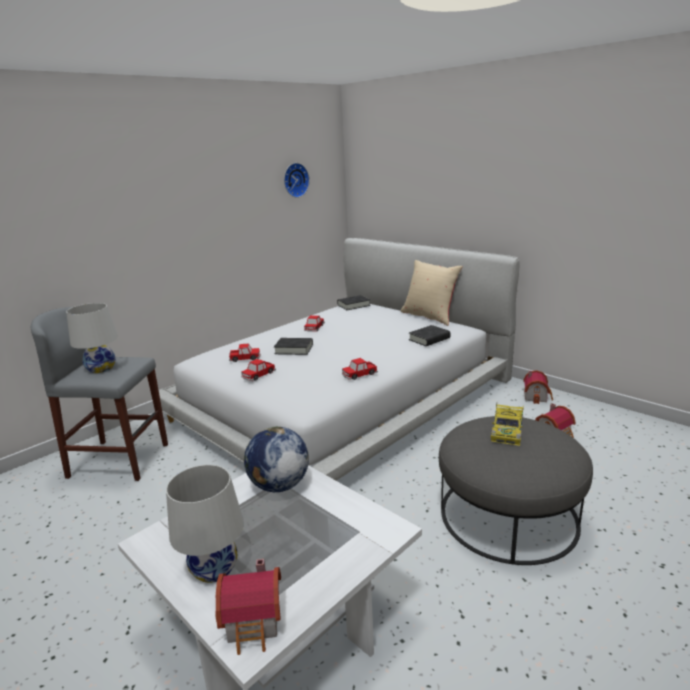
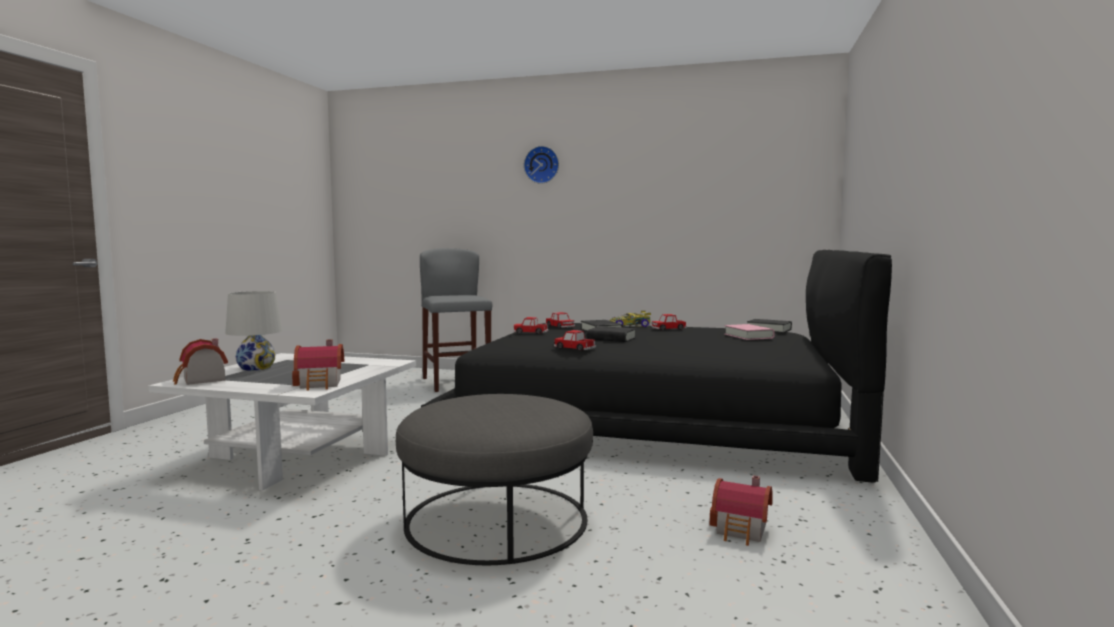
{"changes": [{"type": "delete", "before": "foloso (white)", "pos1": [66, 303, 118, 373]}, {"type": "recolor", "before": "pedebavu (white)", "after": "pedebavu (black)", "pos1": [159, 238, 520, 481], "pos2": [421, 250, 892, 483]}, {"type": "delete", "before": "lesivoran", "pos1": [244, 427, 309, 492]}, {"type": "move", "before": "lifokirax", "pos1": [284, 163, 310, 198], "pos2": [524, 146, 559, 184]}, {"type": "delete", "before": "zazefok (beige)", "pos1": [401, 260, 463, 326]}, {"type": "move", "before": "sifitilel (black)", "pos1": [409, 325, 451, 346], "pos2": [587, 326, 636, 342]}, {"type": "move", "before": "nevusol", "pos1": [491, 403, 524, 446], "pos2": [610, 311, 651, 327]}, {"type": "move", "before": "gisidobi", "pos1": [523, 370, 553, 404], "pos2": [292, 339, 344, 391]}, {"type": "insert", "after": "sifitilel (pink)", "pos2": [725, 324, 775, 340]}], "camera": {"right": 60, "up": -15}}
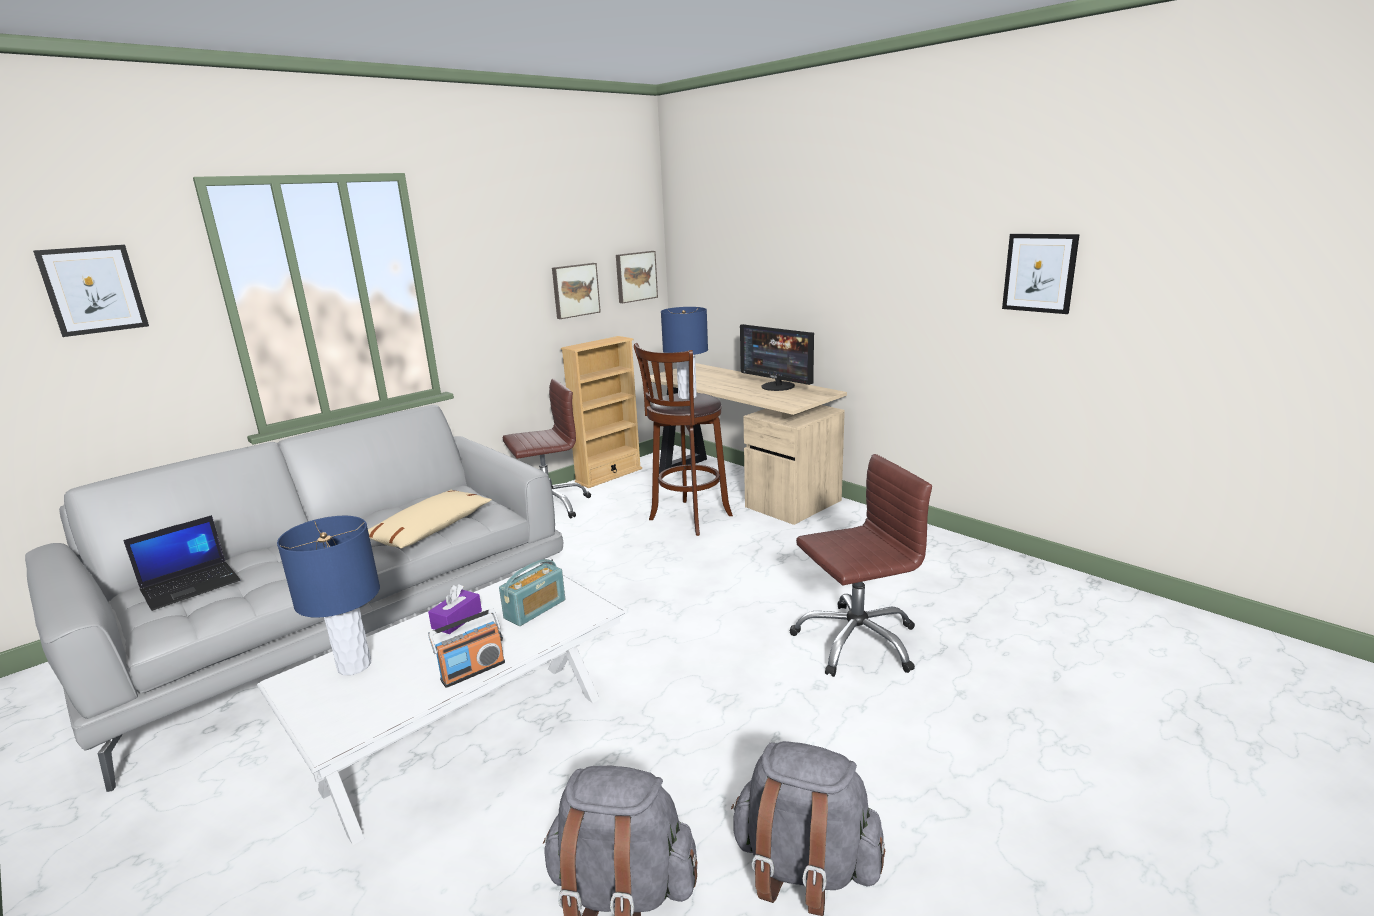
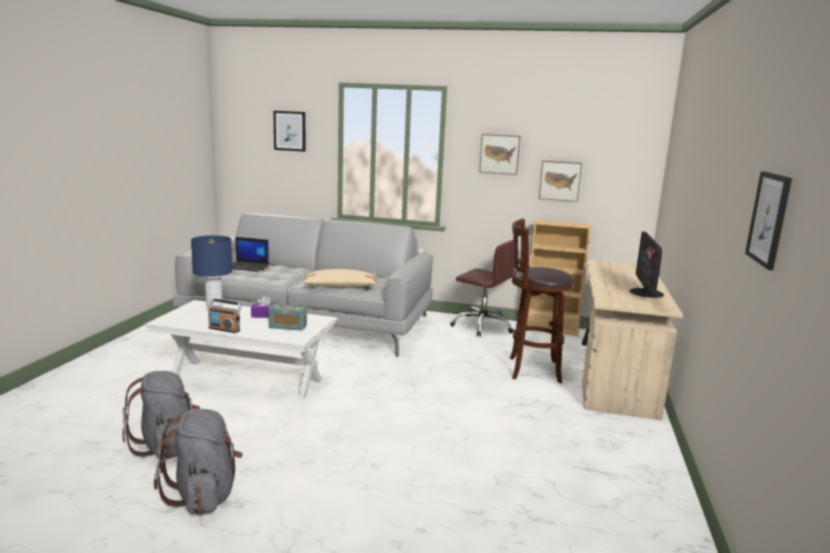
{"changes": [{"type": "move", "before": "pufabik", "pos1": [616, 251, 658, 303], "pos2": [479, 134, 520, 175]}, {"type": "delete", "before": "foloso (blue)", "pos1": [661, 307, 708, 399]}, {"type": "delete", "before": "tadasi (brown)", "pos1": [789, 454, 932, 677]}], "camera": {"right": 55, "up": -5}}
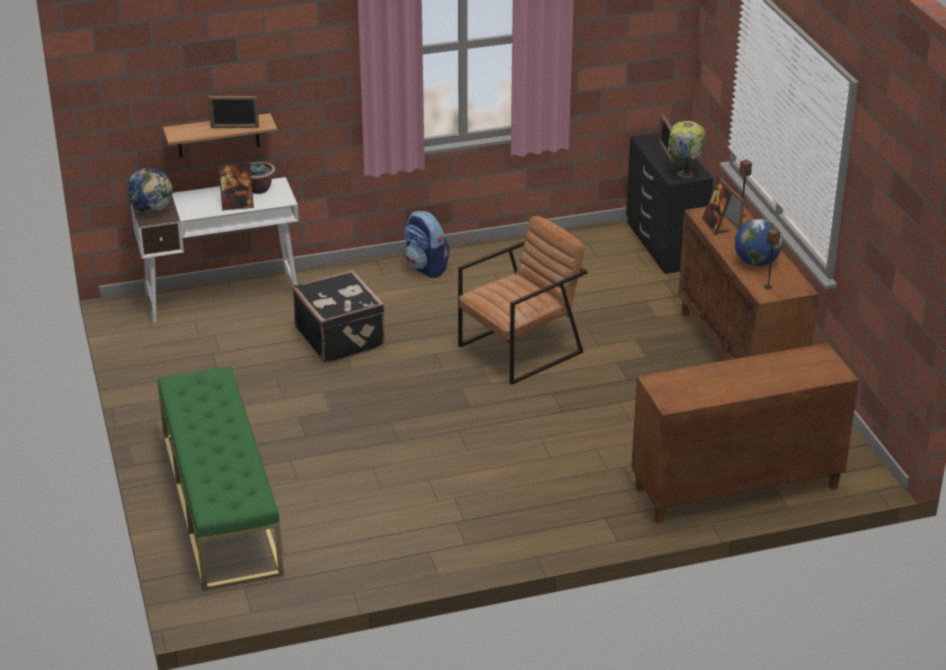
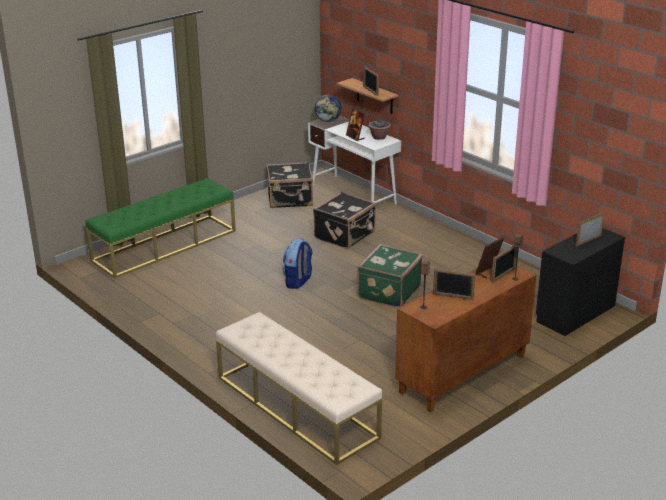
{"changes": [{"type": "move", "before": "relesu", "pos1": [404, 211, 450, 278], "pos2": [282, 238, 313, 289]}, {"type": "replace", "before": "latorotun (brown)", "after": "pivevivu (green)", "pos1": [458, 216, 588, 385], "pos2": [357, 244, 423, 308]}, {"type": "replace", "before": "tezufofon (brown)", "after": "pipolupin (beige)", "pos1": [631, 343, 859, 524], "pos2": [216, 312, 382, 465]}, {"type": "delete", "before": "foloso", "pos1": [668, 121, 706, 178]}, {"type": "replace", "before": "lesivoran", "after": "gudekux", "pos1": [735, 219, 783, 266], "pos2": [433, 268, 475, 300]}, {"type": "insert", "after": "pivevivu (black)", "pos2": [266, 162, 313, 208]}], "camera": {"right": 65, "up": -5}}
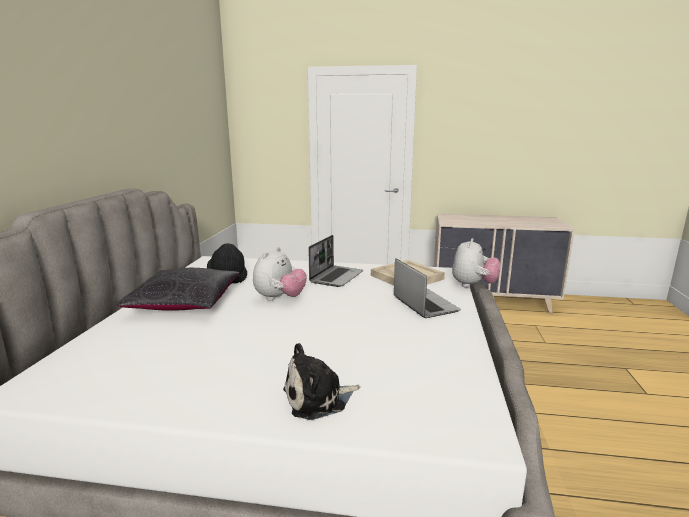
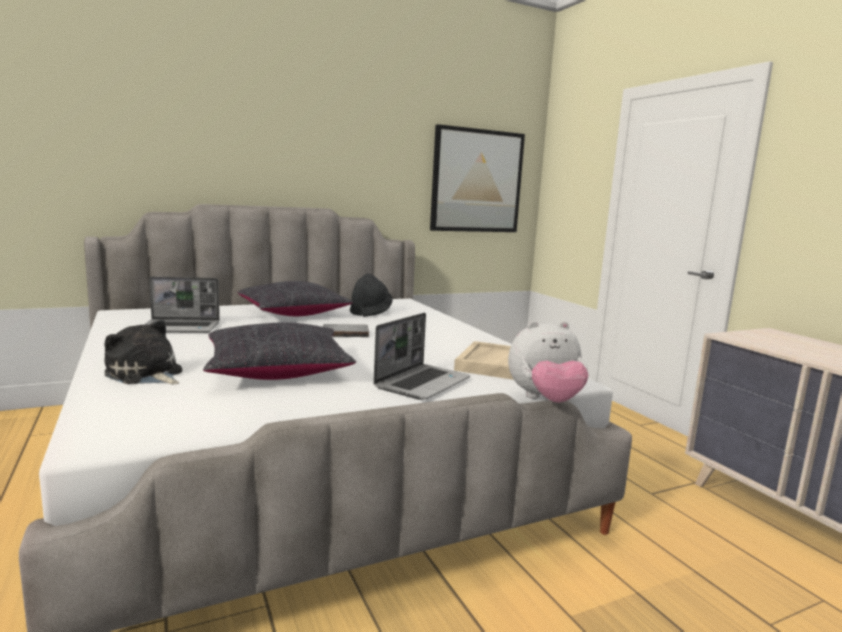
{"changes": [{"type": "replace", "before": "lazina", "after": "sifitilel (grey)", "pos1": [253, 247, 307, 301], "pos2": [323, 324, 369, 337]}, {"type": "move", "before": "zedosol", "pos1": [308, 235, 363, 287], "pos2": [144, 276, 220, 333]}, {"type": "insert", "after": "zazefok (black)", "pos2": [203, 322, 356, 380]}, {"type": "insert", "after": "pufabik", "pos2": [430, 124, 525, 232]}], "camera": {"right": 55, "up": -5}}
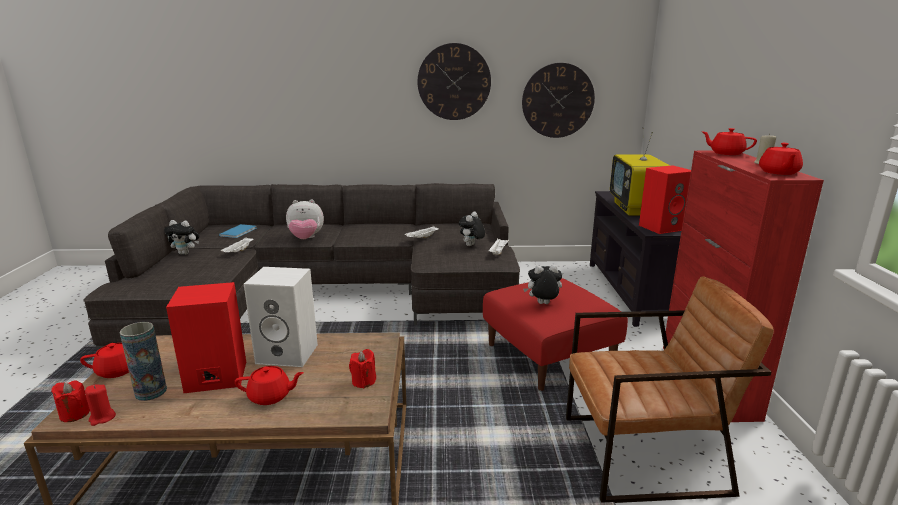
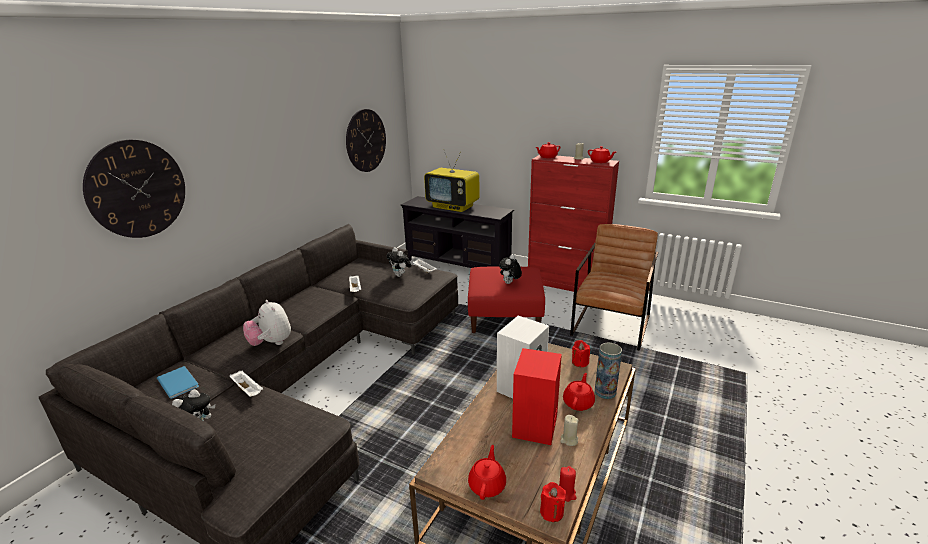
{"changes": [{"type": "move", "before": "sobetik", "pos1": [119, 322, 167, 401], "pos2": [595, 343, 622, 399]}, {"type": "rotate", "before": "lazina", "pos1": [286, 199, 324, 239], "pos2": [243, 300, 291, 346], "turn": 120}, {"type": "move", "before": "lifokirax", "pos1": [418, 43, 491, 120], "pos2": [83, 140, 185, 238]}, {"type": "delete", "before": "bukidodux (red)", "pos1": [639, 165, 691, 234]}, {"type": "insert", "after": "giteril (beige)", "pos2": [560, 415, 579, 446]}], "camera": {"right": -60, "up": 5}}
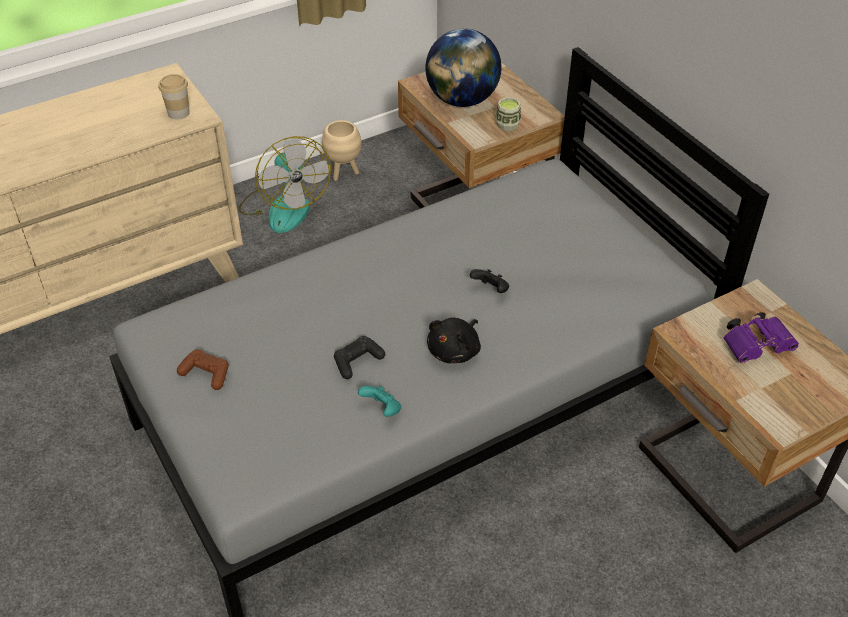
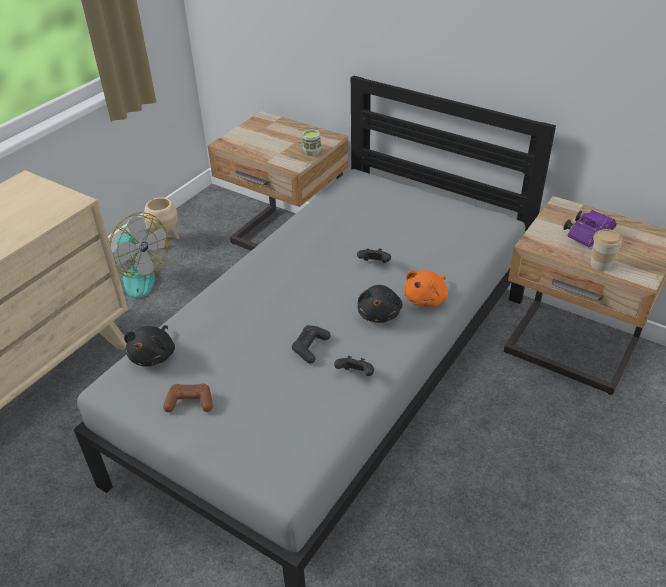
{"changes": [{"type": "move", "before": "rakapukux", "pos1": [158, 74, 190, 119], "pos2": [590, 229, 622, 271]}, {"type": "recolor", "before": "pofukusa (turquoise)", "after": "pofukusa (black)", "pos1": [358, 386, 401, 417], "pos2": [334, 356, 374, 376]}, {"type": "delete", "before": "lesivoran", "pos1": [425, 29, 502, 107]}, {"type": "insert", "after": "lazina (black)", "pos2": [124, 325, 175, 366]}, {"type": "insert", "after": "lazina (orange)", "pos2": [404, 270, 448, 307]}], "camera": {"right": -25, "up": -5}}
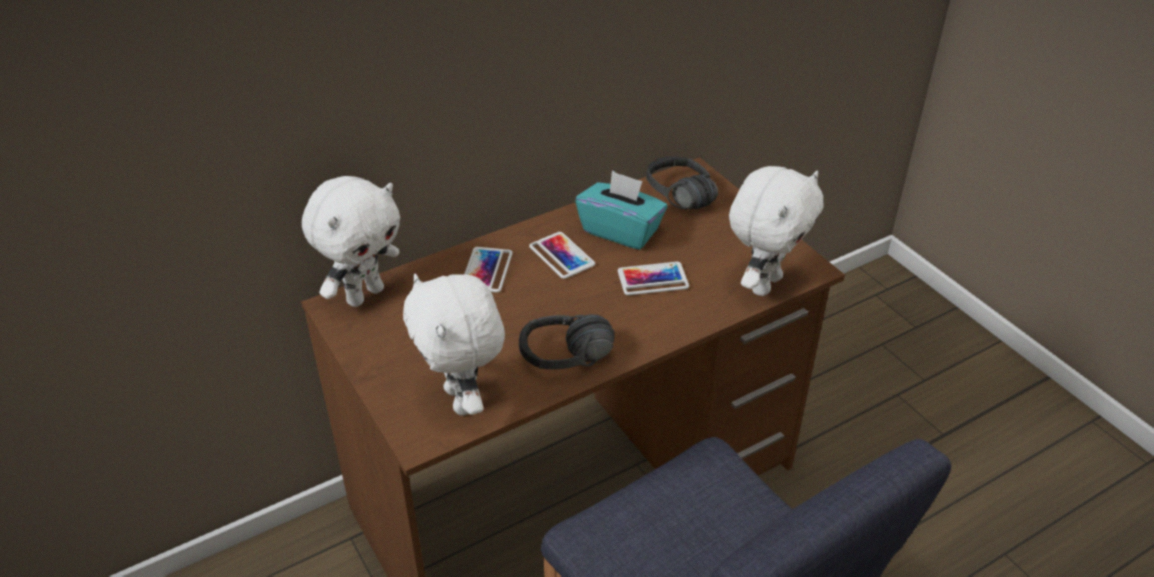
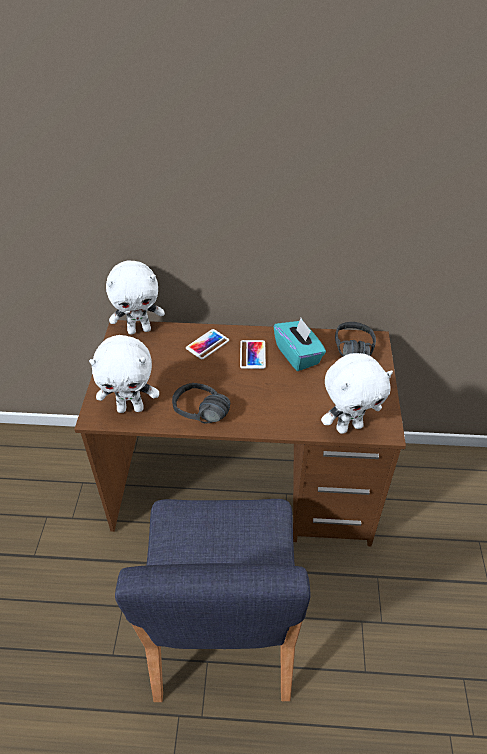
{"changes": [{"type": "rotate", "before": "lazina (white)", "pos1": [403, 274, 505, 416], "pos2": [89, 335, 159, 413], "turn": -105}, {"type": "delete", "before": "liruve", "pos1": [618, 262, 689, 295]}], "camera": {"right": 35, "up": 5}}
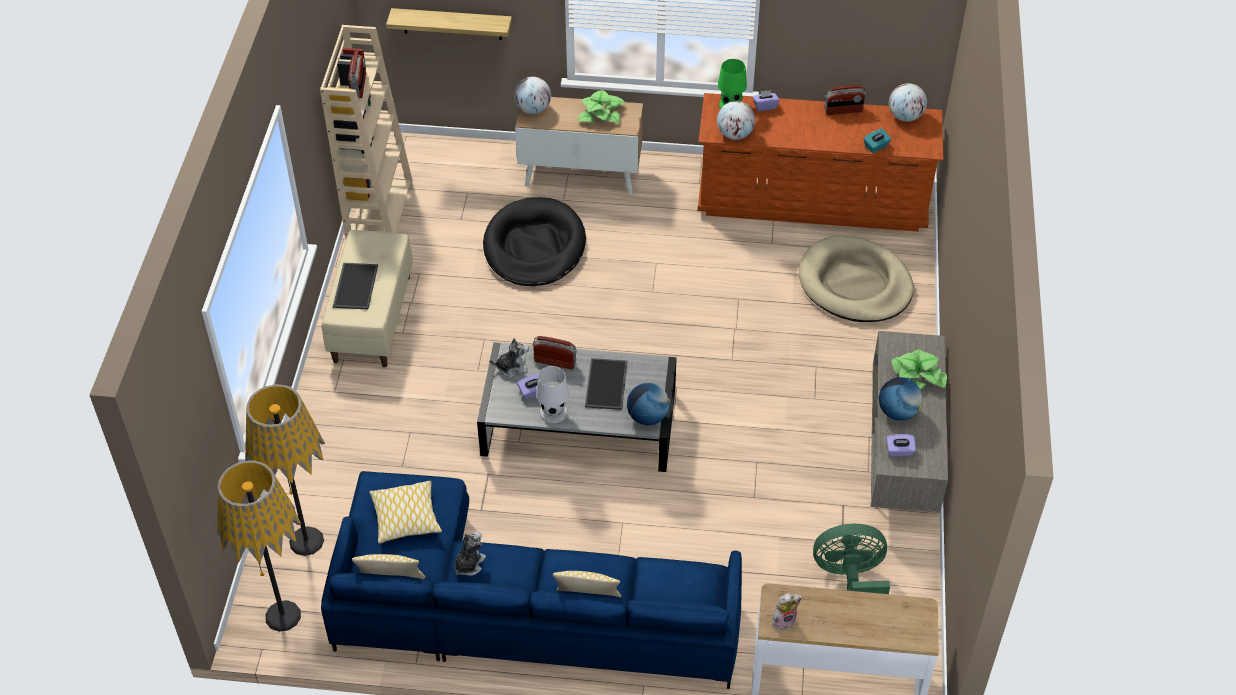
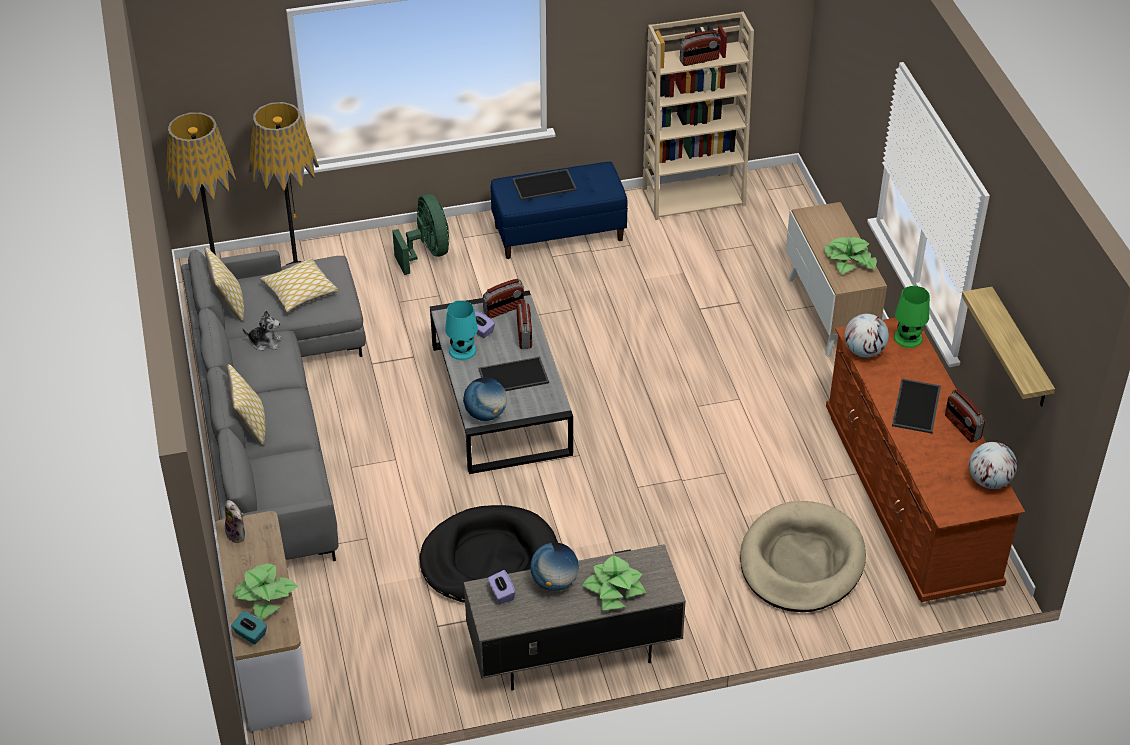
{"changes": [{"type": "recolor", "before": "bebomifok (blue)", "after": "bebomifok (grey)", "pos1": [321, 471, 742, 689], "pos2": [181, 250, 366, 561]}, {"type": "recolor", "before": "pipolupin (beige)", "after": "pipolupin (blue)", "pos1": [322, 230, 413, 367], "pos2": [491, 162, 628, 259]}, {"type": "move", "before": "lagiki", "pos1": [386, 8, 512, 40], "pos2": [962, 287, 1055, 406]}, {"type": "move", "before": "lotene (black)", "pos1": [483, 197, 586, 286], "pos2": [420, 505, 558, 603]}, {"type": "replace", "before": "lazina", "after": "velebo", "pos1": [490, 338, 529, 377], "pos2": [483, 279, 524, 319]}, {"type": "delete", "before": "lesivoran", "pos1": [514, 77, 551, 114]}, {"type": "recolor", "before": "foloso (white)", "after": "foloso (turquoise)", "pos1": [536, 366, 569, 423], "pos2": [445, 301, 478, 360]}, {"type": "delete", "before": "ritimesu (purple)", "pos1": [753, 90, 779, 111]}, {"type": "move", "before": "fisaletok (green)", "pos1": [813, 524, 890, 594], "pos2": [392, 194, 449, 275]}, {"type": "move", "before": "ritimesu (turquoise)", "pos1": [864, 129, 891, 153], "pos2": [231, 611, 267, 644]}, {"type": "insert", "after": "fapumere", "pos2": [232, 564, 298, 620]}, {"type": "insert", "after": "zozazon", "pos2": [892, 379, 941, 434]}], "camera": {"right": 70, "up": -5}}
